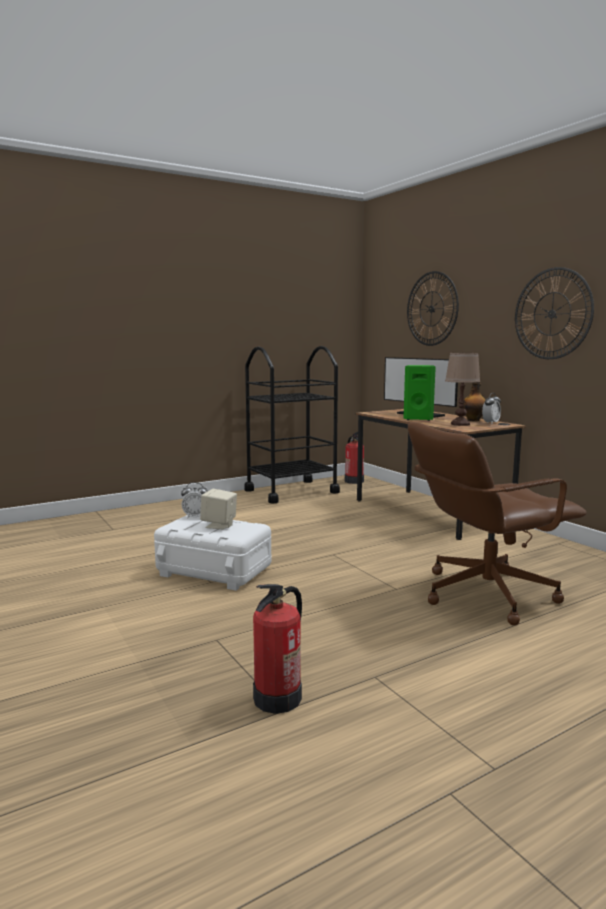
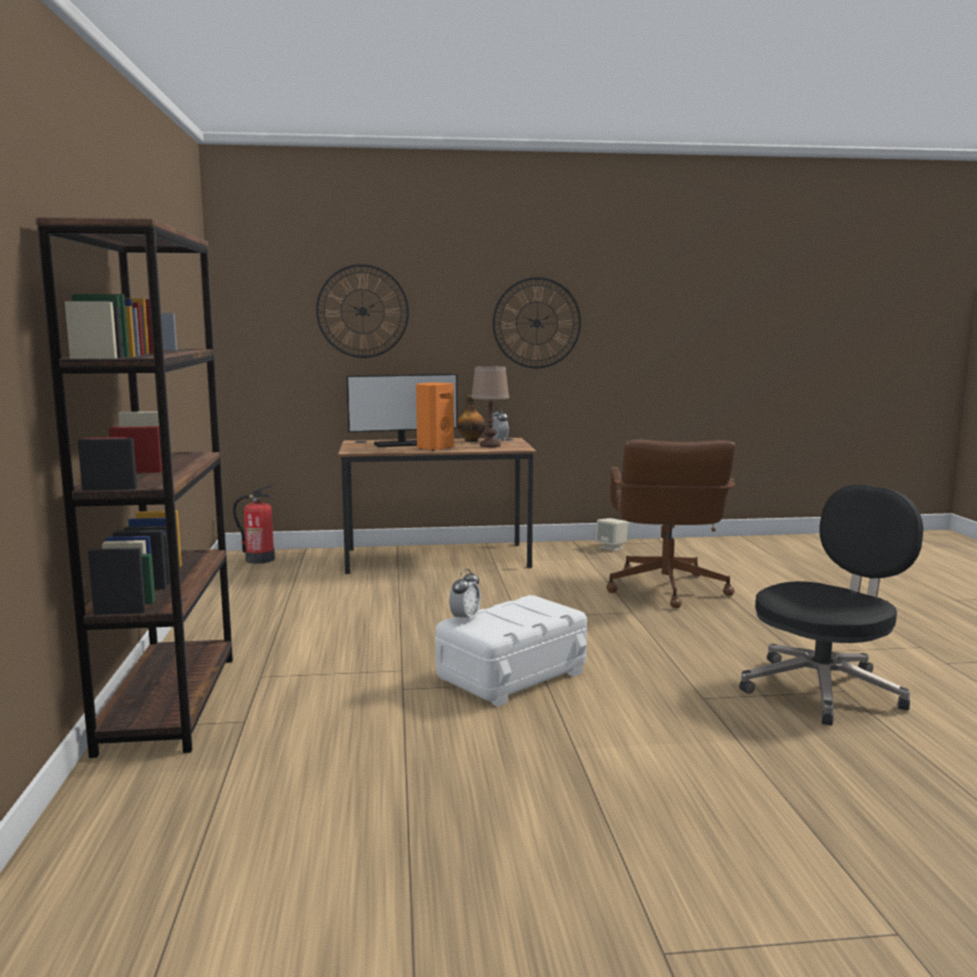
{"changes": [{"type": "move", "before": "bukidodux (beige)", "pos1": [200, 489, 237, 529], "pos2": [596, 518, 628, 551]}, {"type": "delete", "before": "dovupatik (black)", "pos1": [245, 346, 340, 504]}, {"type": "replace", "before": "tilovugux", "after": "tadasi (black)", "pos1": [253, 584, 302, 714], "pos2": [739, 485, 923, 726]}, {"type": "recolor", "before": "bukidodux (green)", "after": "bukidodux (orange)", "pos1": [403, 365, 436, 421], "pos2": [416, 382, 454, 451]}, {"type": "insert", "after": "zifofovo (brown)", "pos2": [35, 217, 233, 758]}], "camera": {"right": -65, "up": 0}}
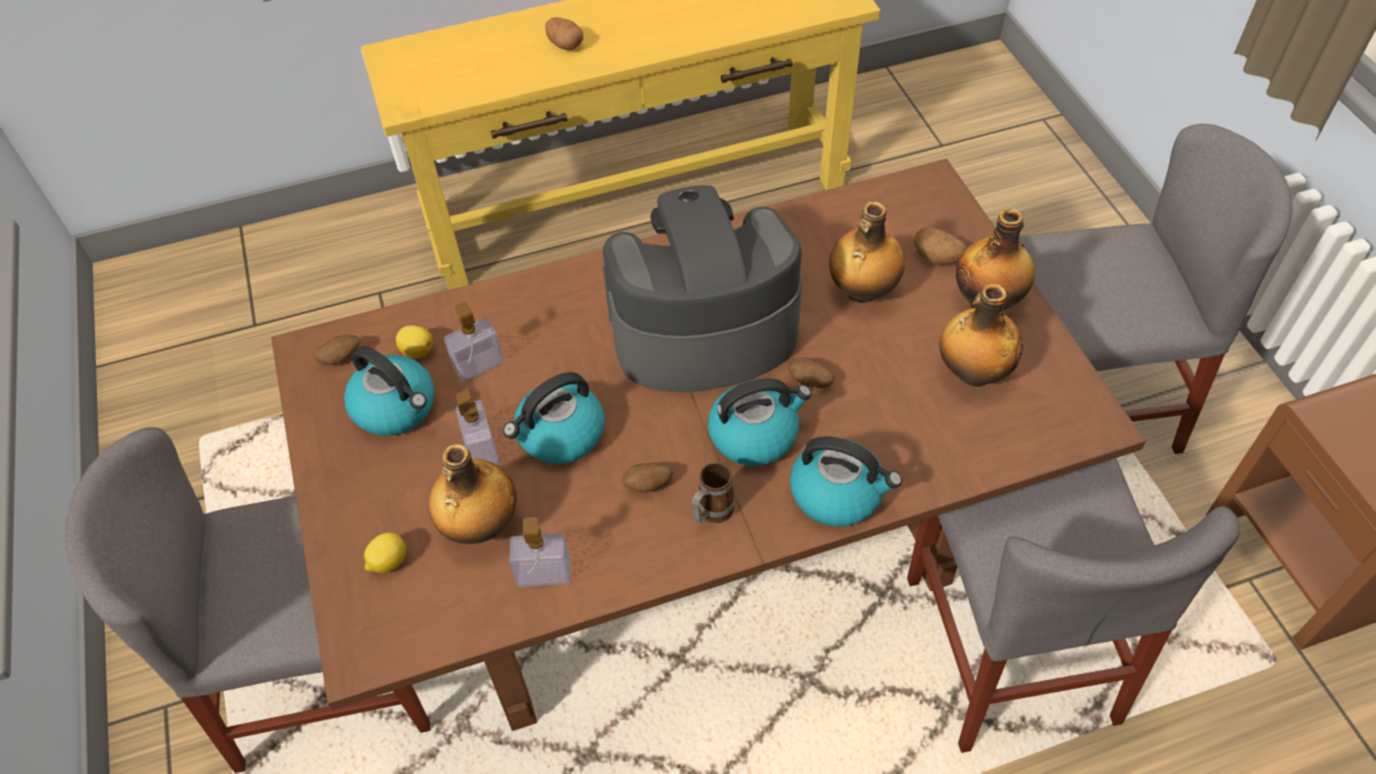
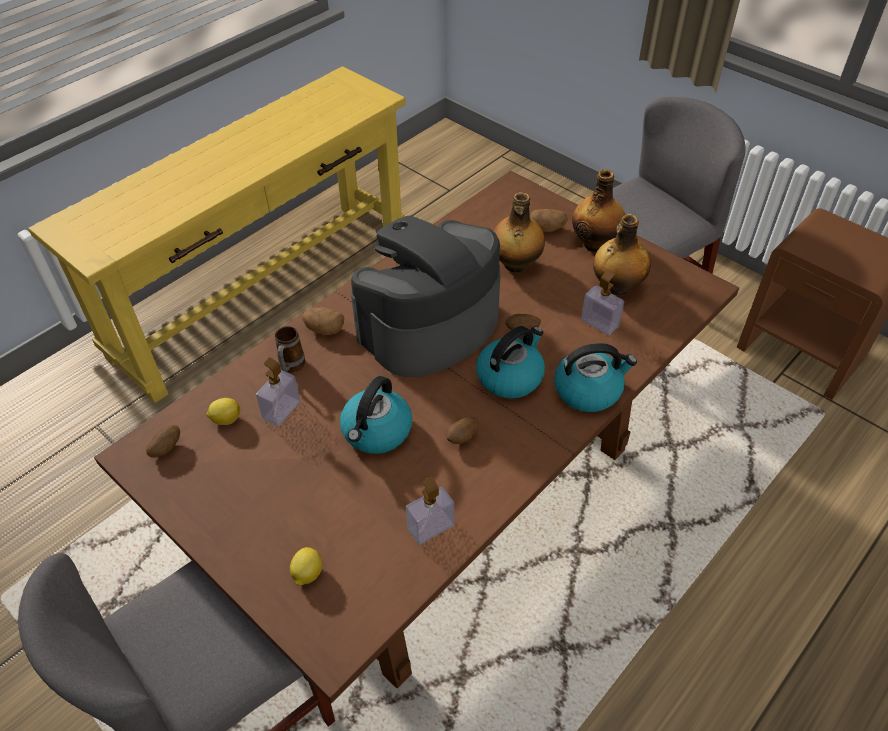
{"changes": [{"type": "delete", "before": "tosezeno", "pos1": [344, 346, 435, 436]}, {"type": "delete", "before": "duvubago", "pos1": [428, 444, 516, 544]}, {"type": "move", "before": "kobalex", "pos1": [456, 389, 499, 466], "pos2": [581, 270, 624, 336]}, {"type": "move", "before": "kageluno", "pos1": [545, 17, 583, 50], "pos2": [302, 307, 344, 335]}, {"type": "move", "before": "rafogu", "pos1": [692, 462, 735, 523], "pos2": [275, 326, 306, 372]}, {"type": "delete", "before": "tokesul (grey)", "pos1": [907, 458, 1240, 753]}], "camera": {"right": -30, "up": -5}}
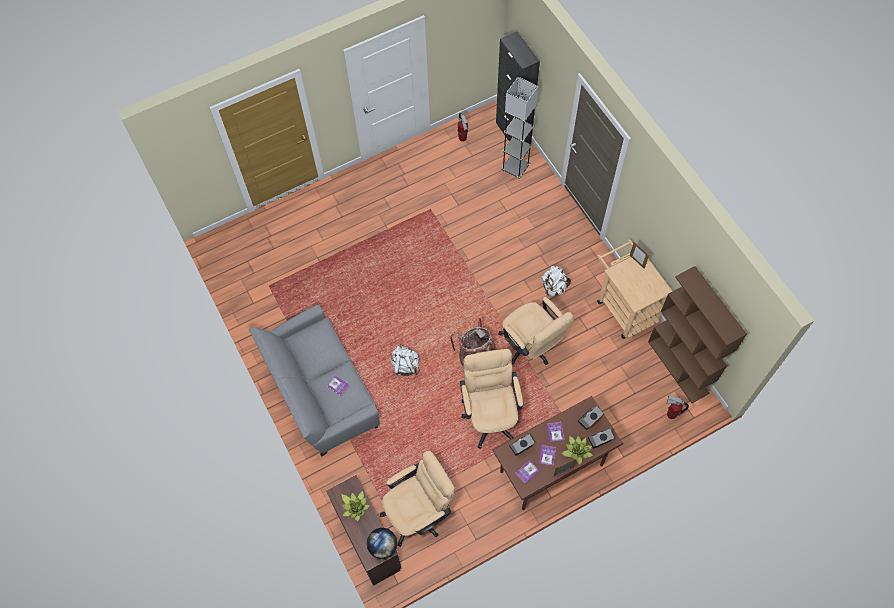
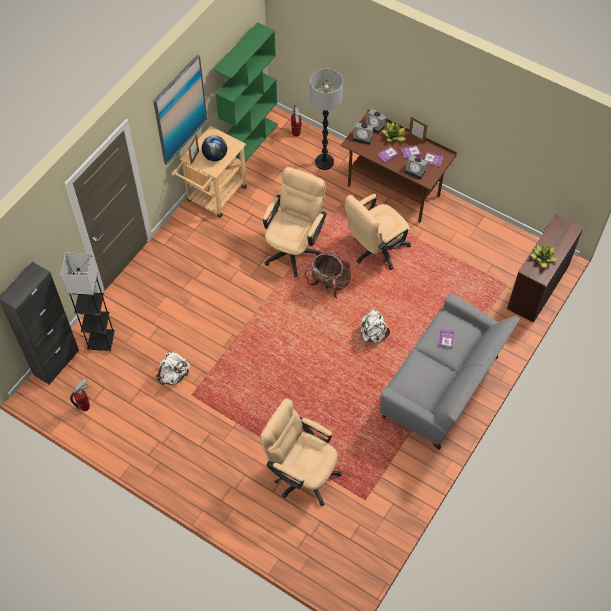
{"changes": [{"type": "move", "before": "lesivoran", "pos1": [367, 528, 397, 559], "pos2": [202, 135, 227, 161]}, {"type": "move", "before": "tadasi (beige)", "pos1": [380, 451, 456, 547], "pos2": [260, 398, 342, 506]}, {"type": "move", "before": "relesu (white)", "pos1": [542, 266, 571, 296], "pos2": [156, 352, 190, 385]}, {"type": "recolor", "before": "zifofovo (brown)", "after": "zifofovo (green)", "pos1": [648, 266, 747, 403], "pos2": [213, 22, 278, 168]}, {"type": "insert", "after": "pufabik", "pos2": [153, 55, 207, 165]}, {"type": "insert", "after": "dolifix", "pos2": [310, 69, 343, 170]}], "camera": {"right": -120, "up": -5}}
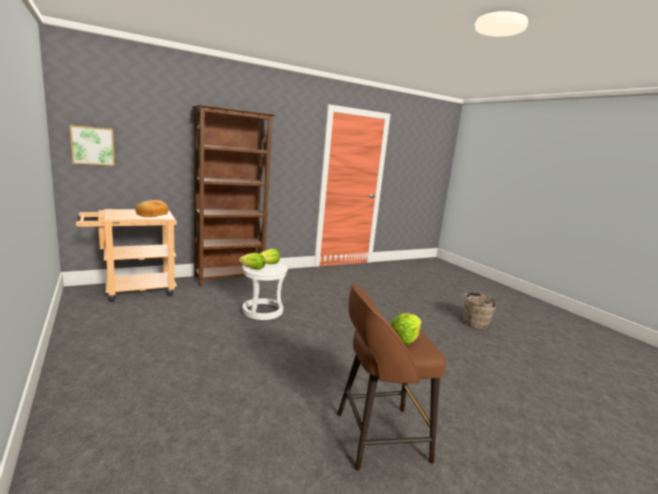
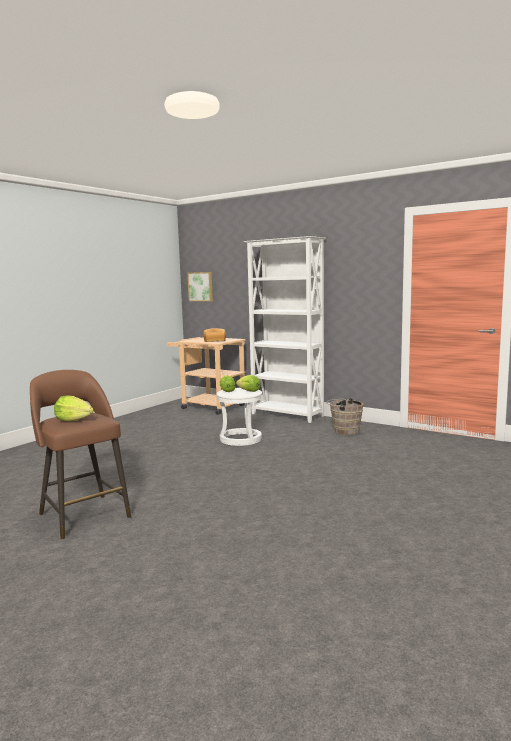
{"changes": [{"type": "recolor", "before": "zifofovo (brown)", "after": "zifofovo (white)", "pos1": [192, 105, 275, 286], "pos2": [244, 236, 326, 423]}, {"type": "move", "before": "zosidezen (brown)", "pos1": [462, 292, 497, 329], "pos2": [327, 398, 363, 435]}], "camera": {"right": 65, "up": -5}}
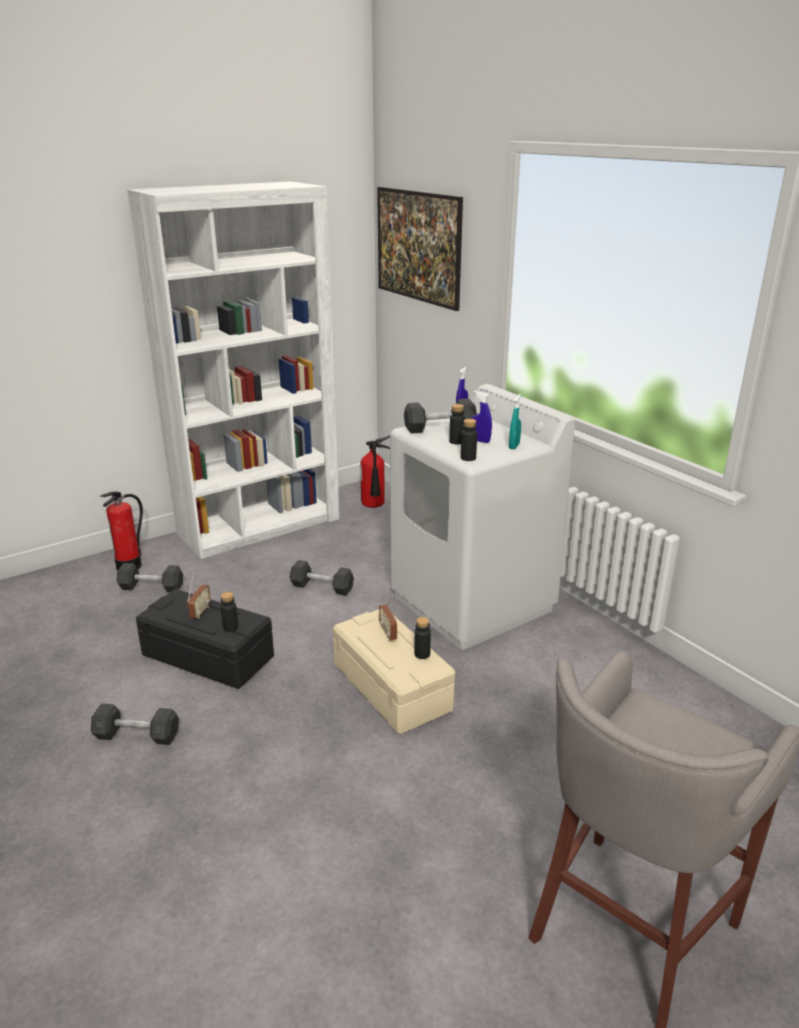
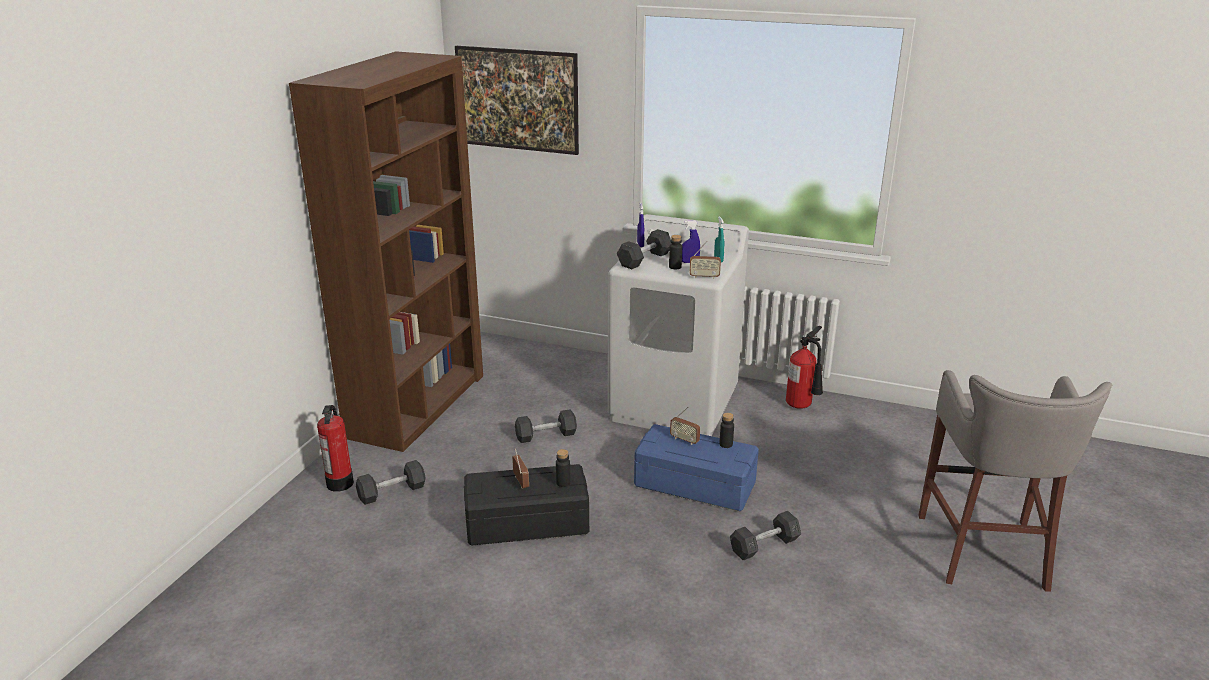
{"changes": [{"type": "move", "before": "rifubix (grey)", "pos1": [91, 703, 179, 745], "pos2": [730, 511, 801, 560]}, {"type": "recolor", "before": "zifofovo (white)", "after": "zifofovo (brown)", "pos1": [127, 181, 339, 559], "pos2": [289, 51, 483, 452]}, {"type": "recolor", "before": "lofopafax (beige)", "after": "lofopafax (blue)", "pos1": [333, 609, 456, 734], "pos2": [634, 424, 759, 511]}, {"type": "move", "before": "tilovugux", "pos1": [360, 435, 390, 508], "pos2": [786, 326, 823, 409]}, {"type": "replace", "before": "duvubago (black)", "after": "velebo", "pos1": [461, 419, 477, 461], "pos2": [689, 241, 721, 279]}], "camera": {"right": -35, "up": 0}}
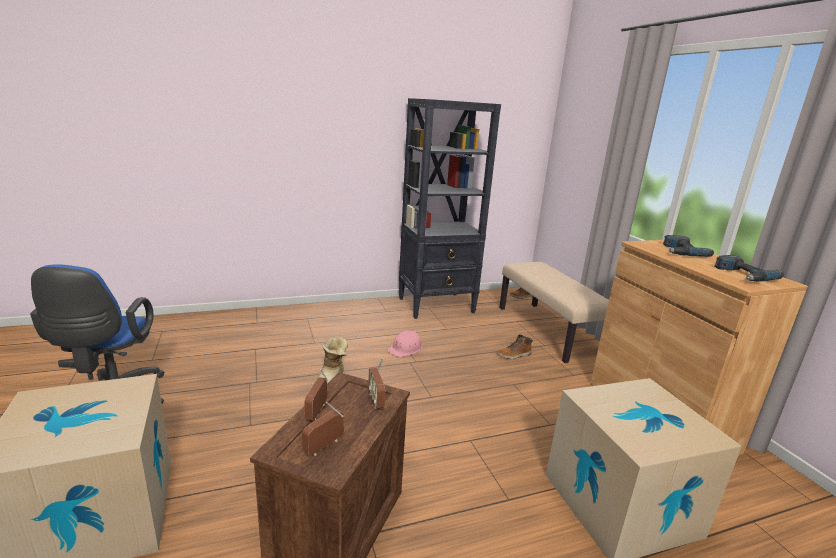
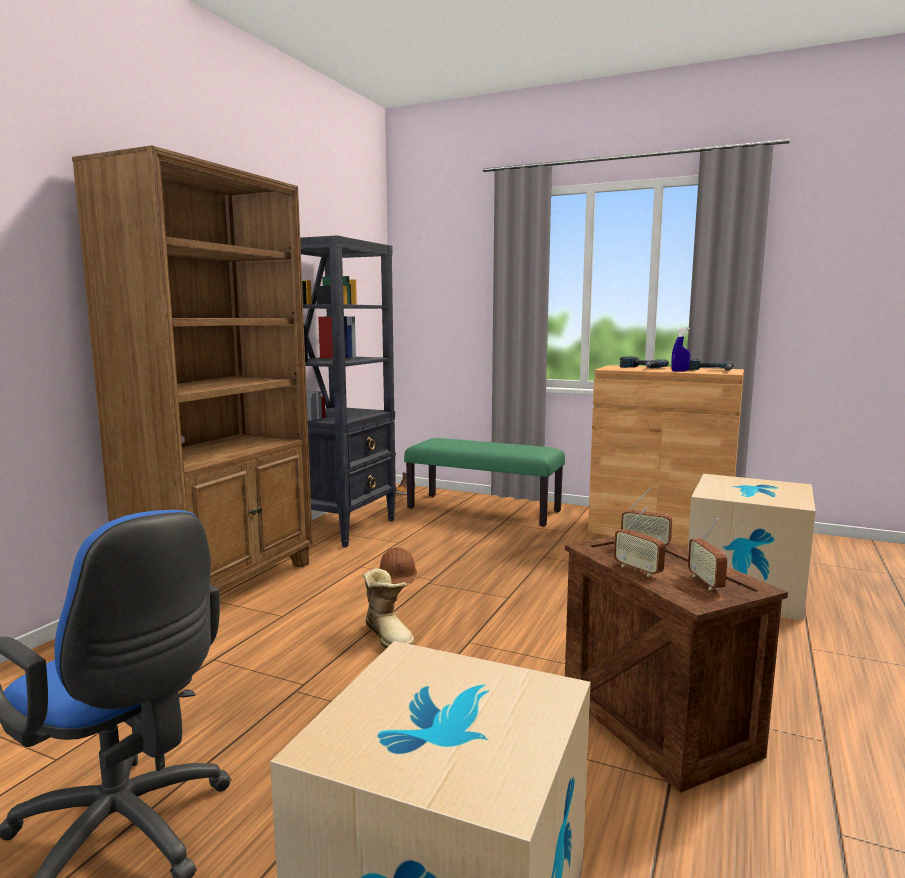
{"changes": [{"type": "recolor", "before": "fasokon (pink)", "after": "fasokon (brown)", "pos1": [388, 330, 422, 357], "pos2": [379, 547, 417, 584]}, {"type": "delete", "before": "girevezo", "pos1": [498, 334, 533, 359]}, {"type": "recolor", "before": "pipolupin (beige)", "after": "pipolupin (green)", "pos1": [499, 262, 609, 363], "pos2": [404, 438, 565, 527]}, {"type": "insert", "after": "zifofovo (brown)", "pos2": [72, 145, 313, 592]}, {"type": "insert", "after": "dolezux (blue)", "pos2": [671, 328, 690, 372]}], "camera": {"right": -45, "up": -10}}
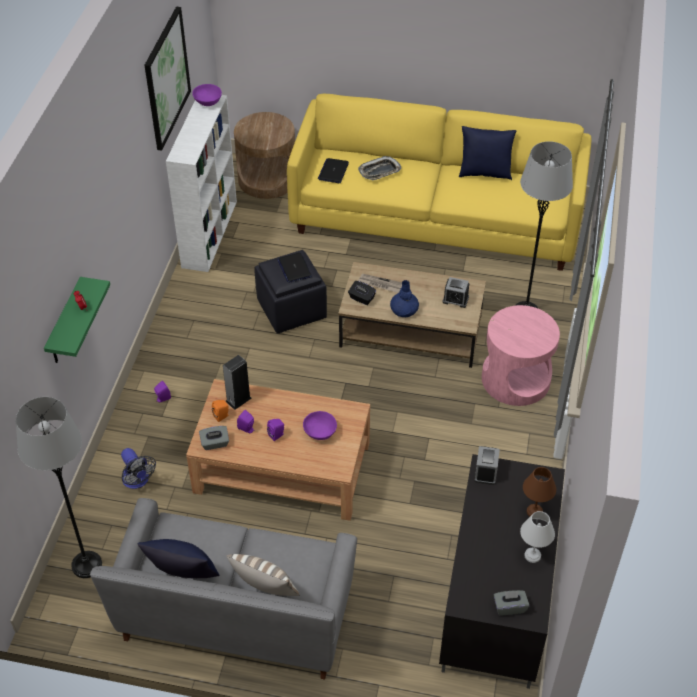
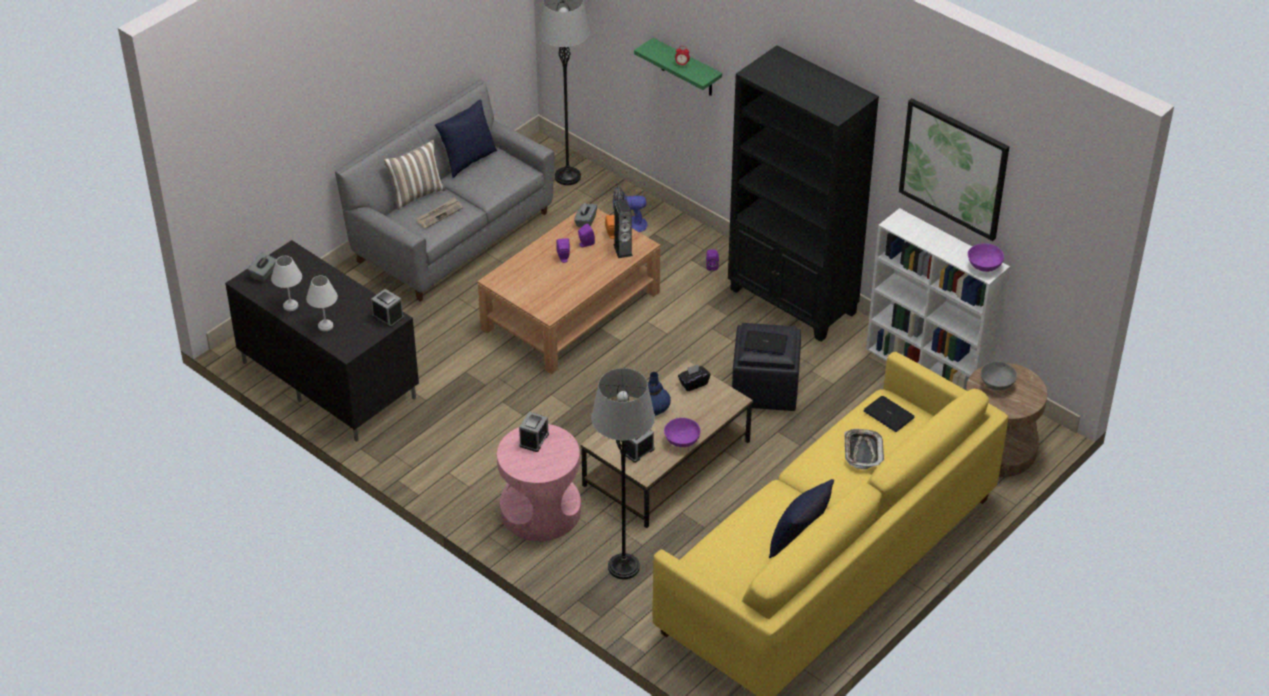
{"changes": [{"type": "move", "before": "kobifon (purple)", "pos1": [303, 411, 337, 440], "pos2": [664, 418, 700, 447]}, {"type": "move", "before": "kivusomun", "pos1": [358, 274, 402, 293], "pos2": [417, 197, 463, 229]}, {"type": "recolor", "before": "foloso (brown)", "after": "foloso (white)", "pos1": [523, 467, 556, 517], "pos2": [306, 276, 338, 331]}, {"type": "insert", "after": "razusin", "pos2": [519, 412, 549, 452]}, {"type": "insert", "after": "zifofovo (black)", "pos2": [728, 45, 879, 342]}, {"type": "insert", "after": "kobifon (grey)", "pos2": [981, 361, 1017, 390]}], "camera": {"right": 120, "up": -5}}
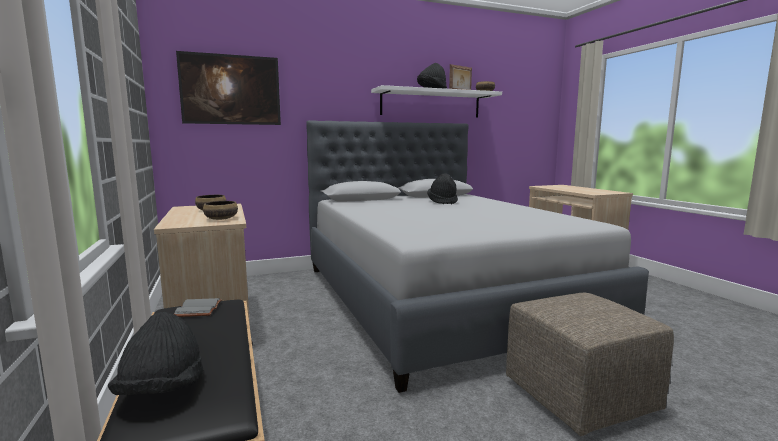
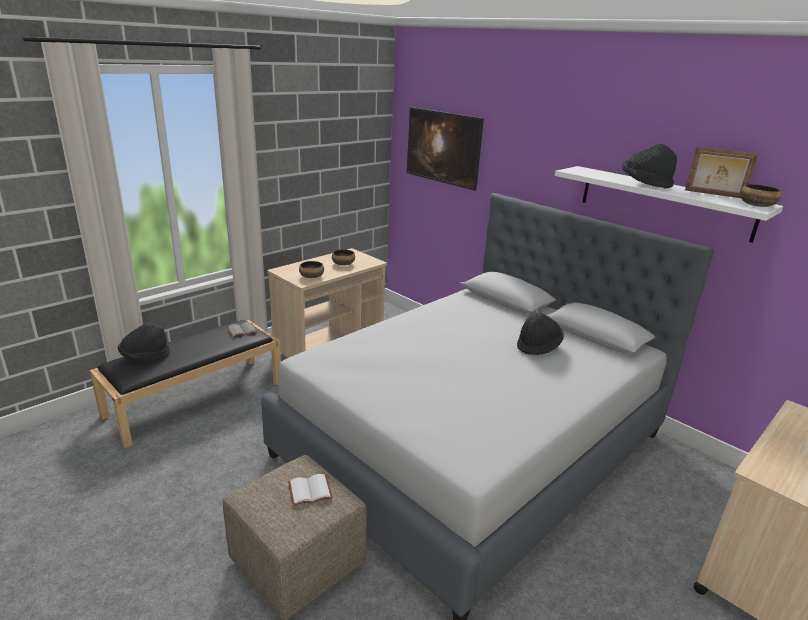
{"changes": [{"type": "insert", "after": "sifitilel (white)", "pos2": [288, 474, 333, 506]}], "camera": {"right": 65, "up": 15}}
